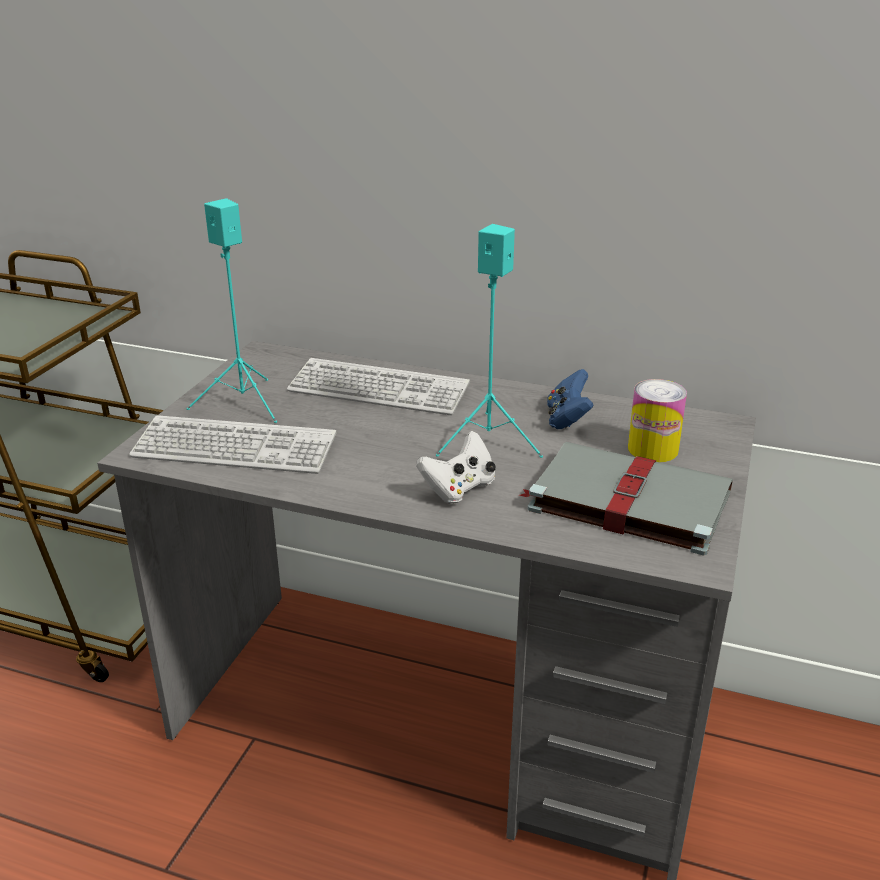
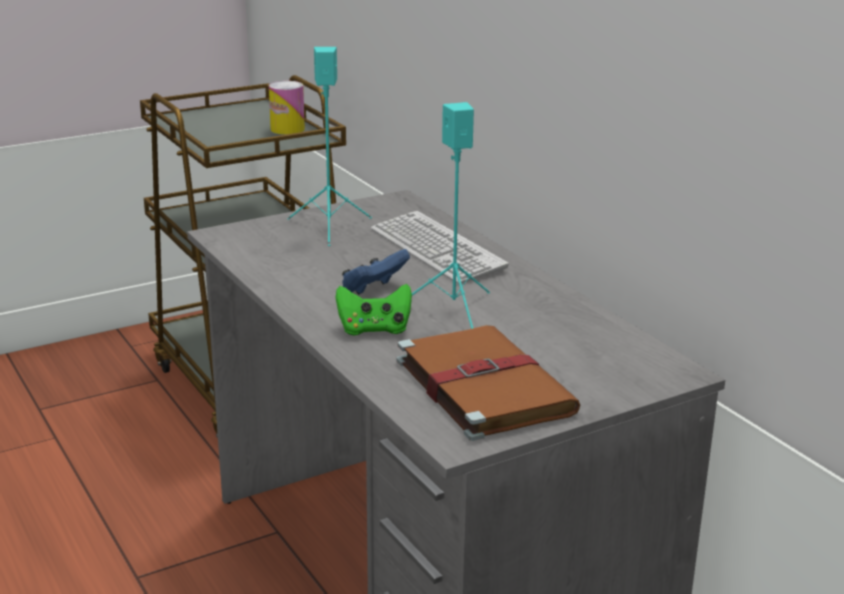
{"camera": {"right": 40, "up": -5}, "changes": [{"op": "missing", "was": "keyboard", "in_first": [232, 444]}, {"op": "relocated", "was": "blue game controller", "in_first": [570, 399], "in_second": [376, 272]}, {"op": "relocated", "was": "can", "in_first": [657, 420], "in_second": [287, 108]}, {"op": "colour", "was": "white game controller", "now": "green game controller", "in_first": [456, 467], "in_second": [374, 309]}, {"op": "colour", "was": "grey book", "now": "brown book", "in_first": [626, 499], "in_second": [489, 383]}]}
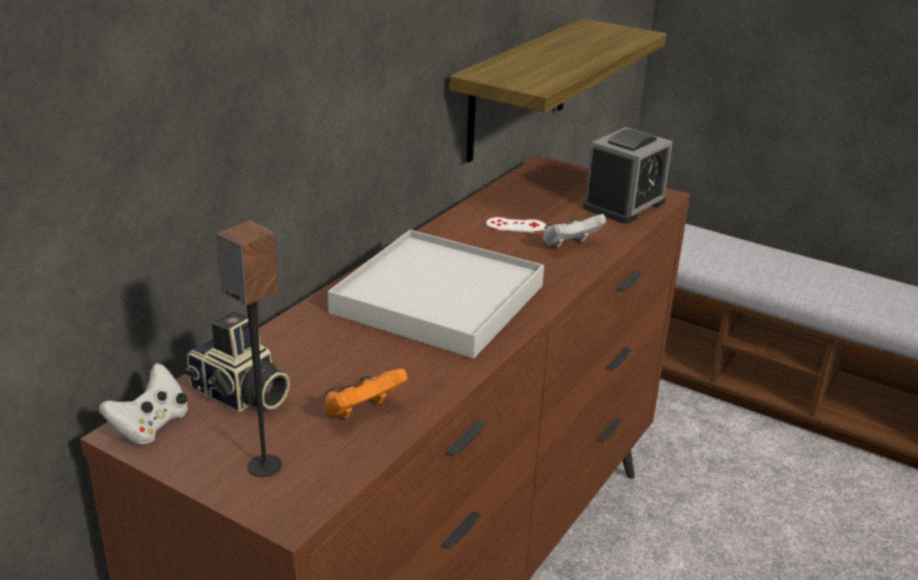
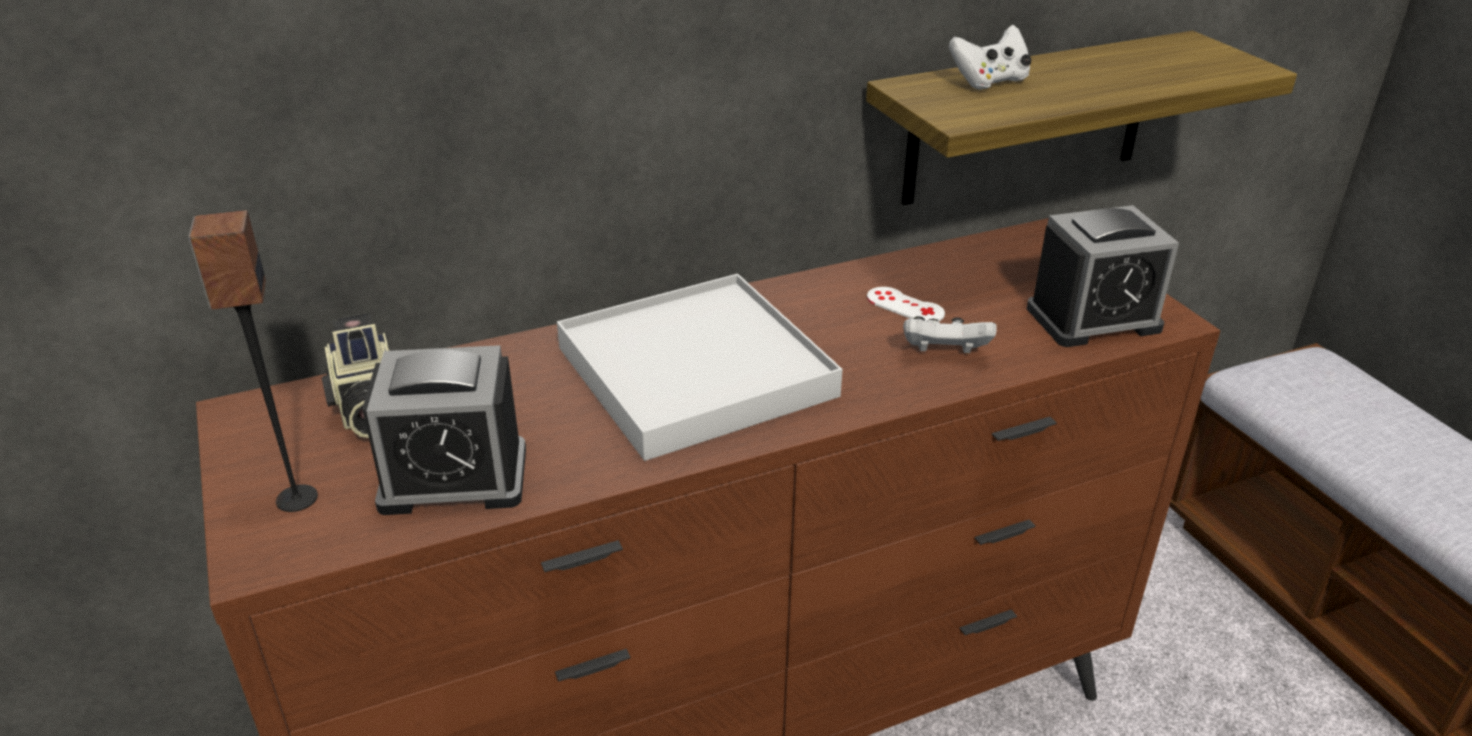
{"camera": {"right": 35, "up": 5}, "changes": [{"op": "relocated", "was": "white game controller", "in_first": [143, 404], "in_second": [989, 57]}, {"op": "exchanged", "was": "orange game controller", "now": "alarm clock", "in_first": [366, 393], "in_second": [444, 430]}]}
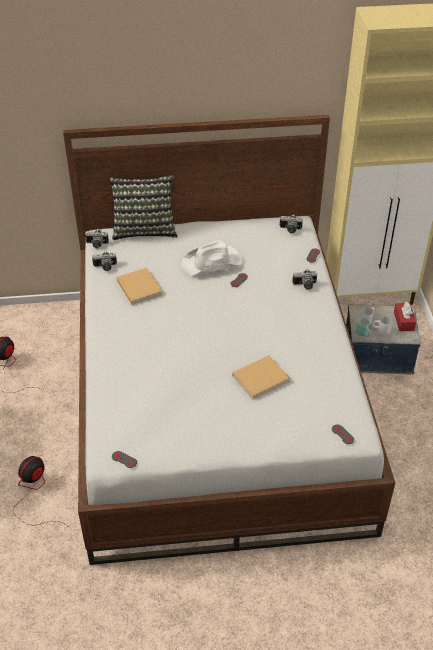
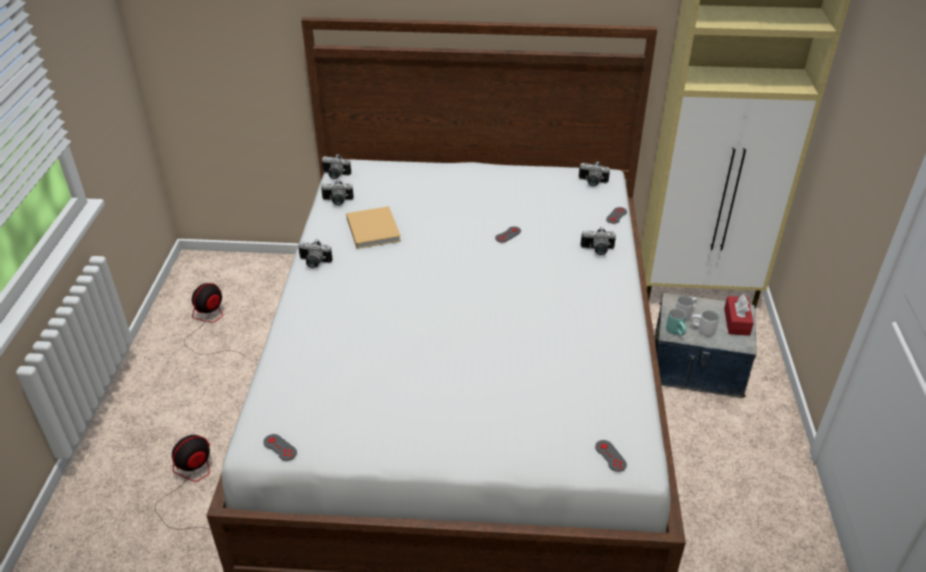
{"camera": {"right": 10, "up": -5}, "changes": [{"op": "missing", "was": "pillow", "in_first": [143, 207]}, {"op": "missing", "was": "white hat", "in_first": [211, 257]}, {"op": "missing", "was": "beige book", "in_first": [261, 377]}, {"op": "appeared", "now": "photo camera", "in_second": [315, 253]}]}
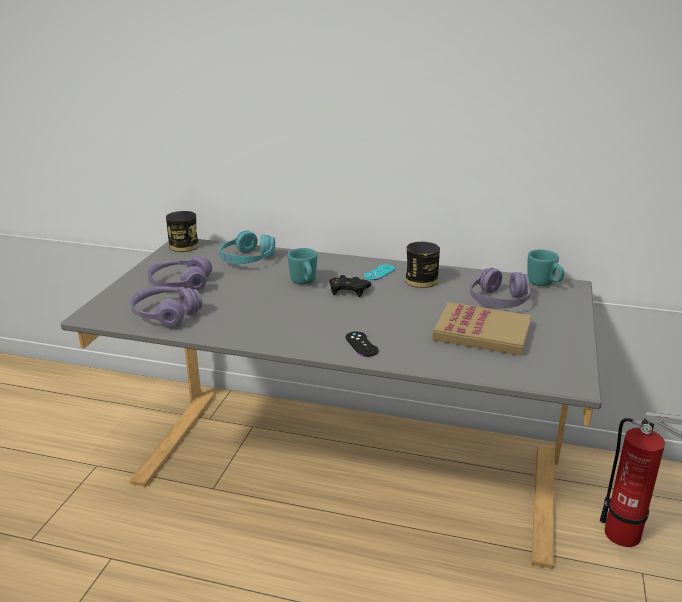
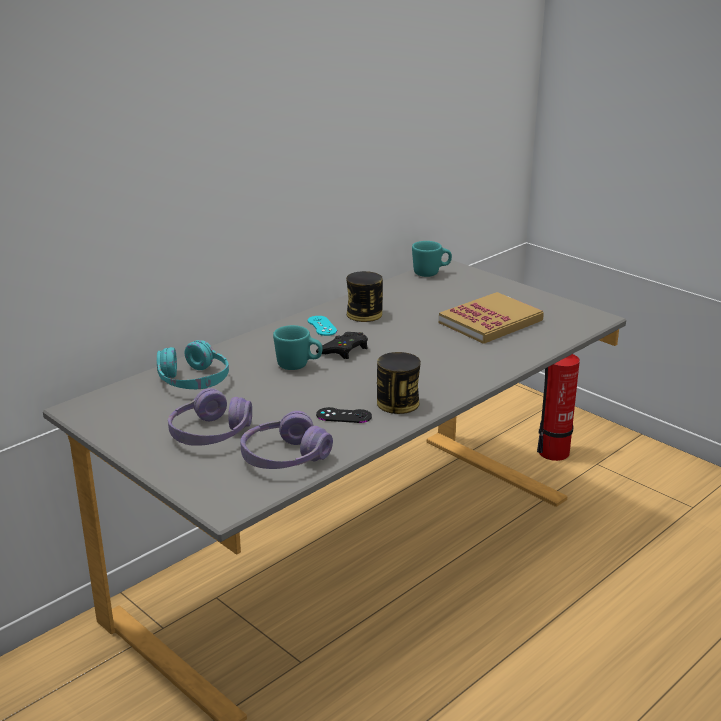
{"camera": {"right": -60, "up": 0}, "changes": [{"op": "missing", "was": "purple headphones", "in_first": [500, 288]}, {"op": "relocated", "was": "can", "in_first": [182, 231], "in_second": [399, 383]}, {"op": "relocated", "was": "black game controller", "in_first": [362, 344], "in_second": [344, 415]}]}
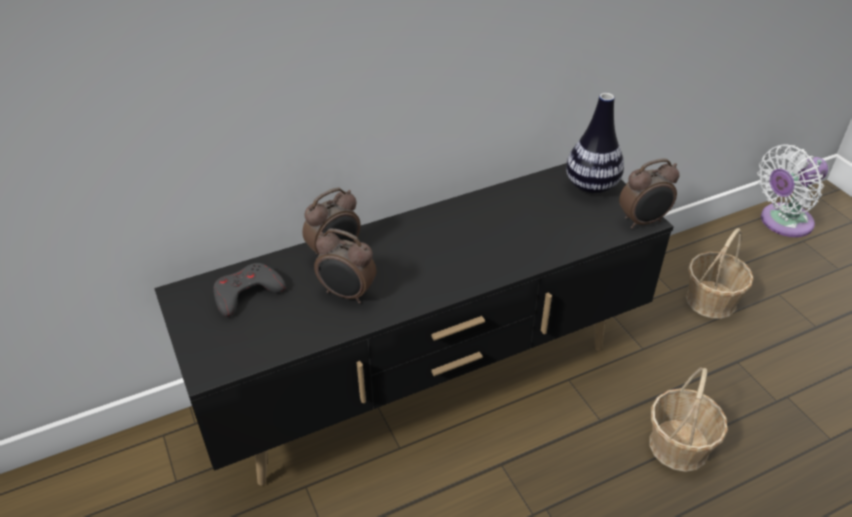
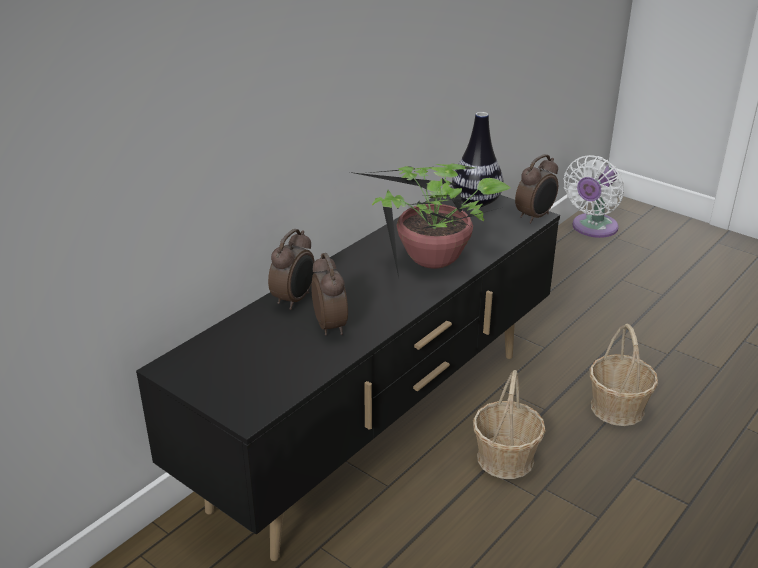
{"camera": {"right": -25, "up": -10}, "changes": [{"op": "missing", "was": "grey game controller", "in_first": [249, 290]}, {"op": "appeared", "now": "potted plant", "in_second": [430, 220]}, {"op": "relocated", "was": "basket", "in_first": [719, 273], "in_second": [509, 424]}, {"op": "spun", "was": "alarm clock", "in_first": [345, 266], "in_second": [329, 294], "clockwise": -105}]}
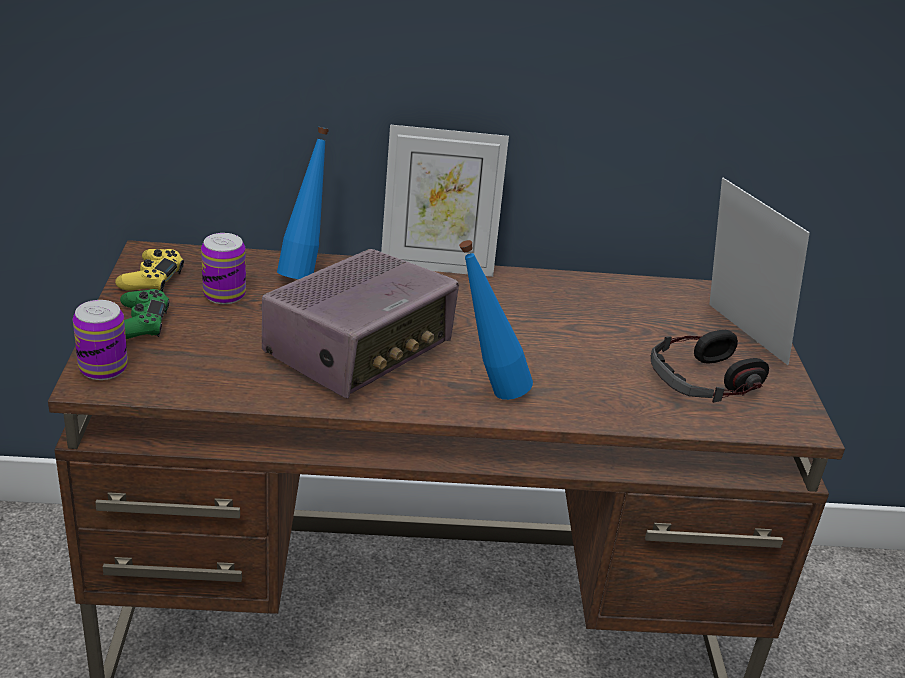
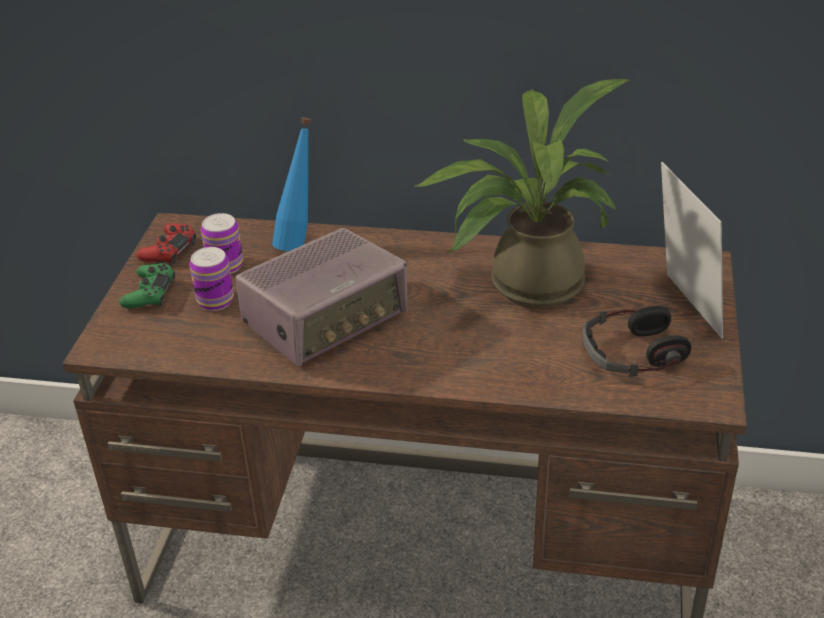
{"camera": {"right": 15, "up": 5}, "changes": [{"op": "missing", "was": "picture frame", "in_first": [445, 200]}, {"op": "missing", "was": "blue bottle", "in_first": [496, 320]}, {"op": "appeared", "now": "potted plant", "in_second": [522, 193]}, {"op": "relocated", "was": "can", "in_first": [100, 340], "in_second": [211, 279]}, {"op": "colour", "was": "yellow game controller", "now": "red game controller", "in_first": [149, 270], "in_second": [166, 243]}]}
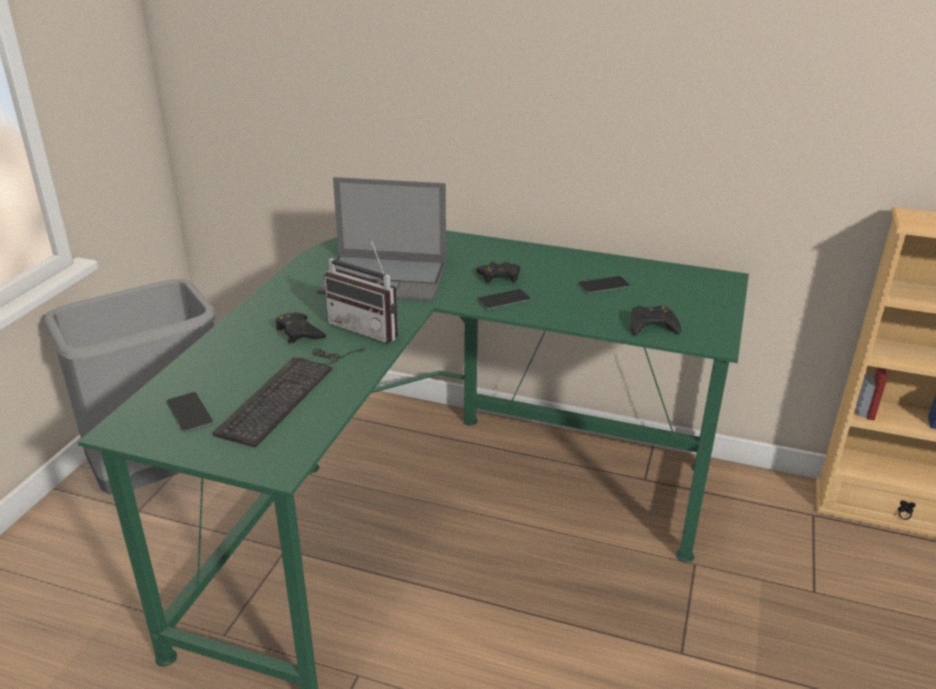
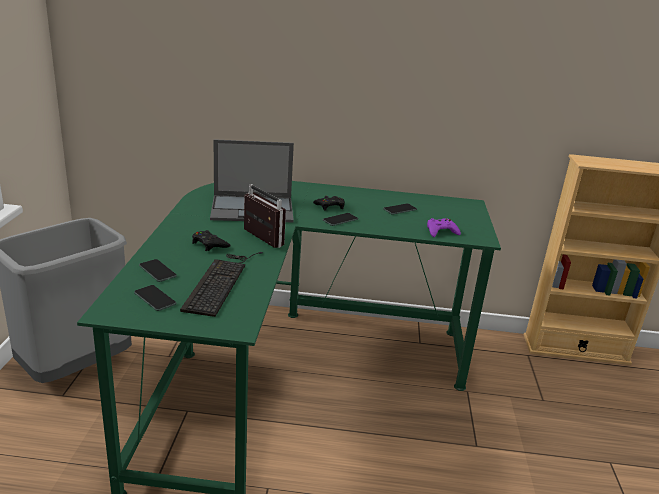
{"camera": {"right": -15, "up": -5}, "changes": [{"op": "appeared", "now": "phone", "in_second": [158, 270]}, {"op": "colour", "was": "black game controller", "now": "purple game controller", "in_first": [656, 320], "in_second": [444, 227]}, {"op": "spun", "was": "radio", "in_first": [361, 290], "in_second": [265, 216], "clockwise": -150}]}
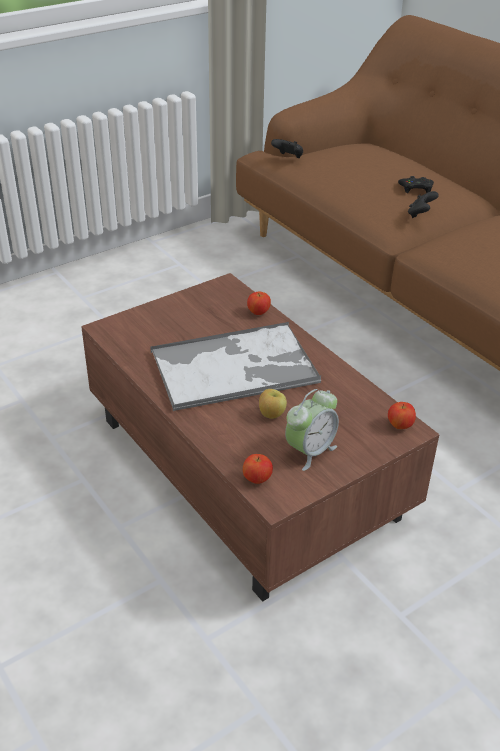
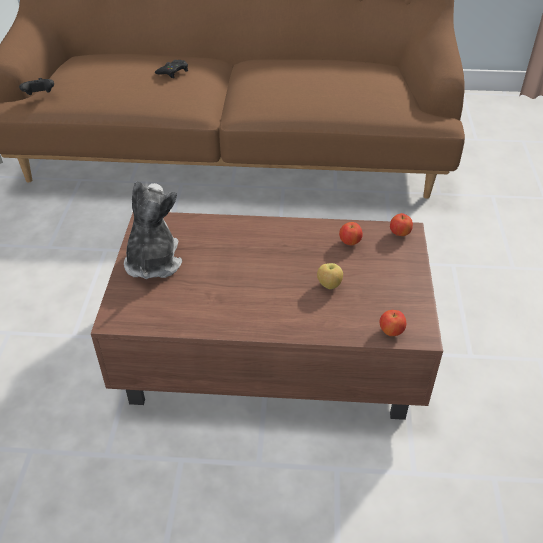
{"camera": {"right": -50, "up": 5}, "changes": [{"op": "missing", "was": "tray", "in_first": [236, 366]}, {"op": "missing", "was": "alarm clock", "in_first": [312, 430]}, {"op": "missing", "was": "black game controller", "in_first": [423, 204]}, {"op": "appeared", "now": "plush toy", "in_second": [153, 230]}, {"op": "relocated", "was": "apple", "in_first": [259, 303], "in_second": [351, 233]}]}
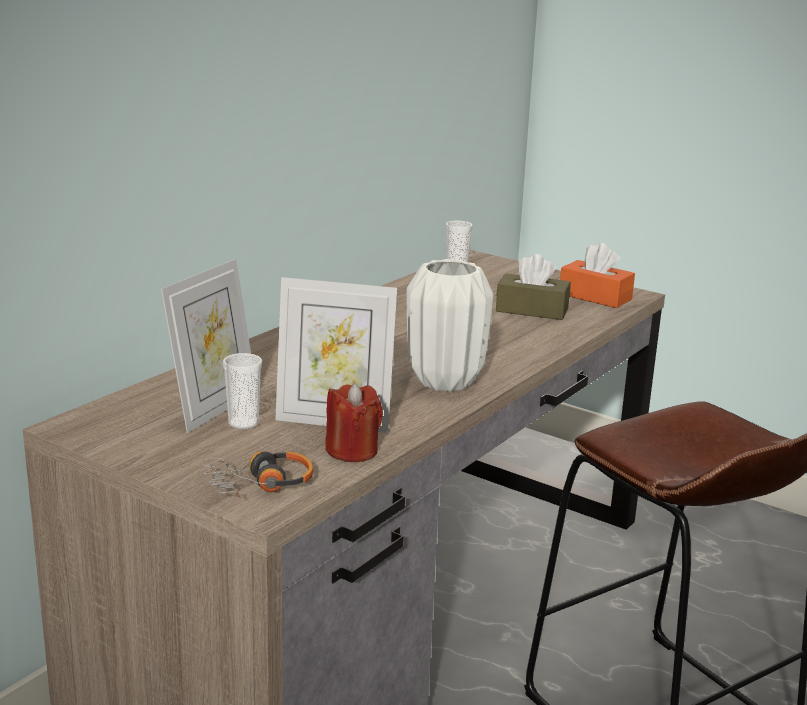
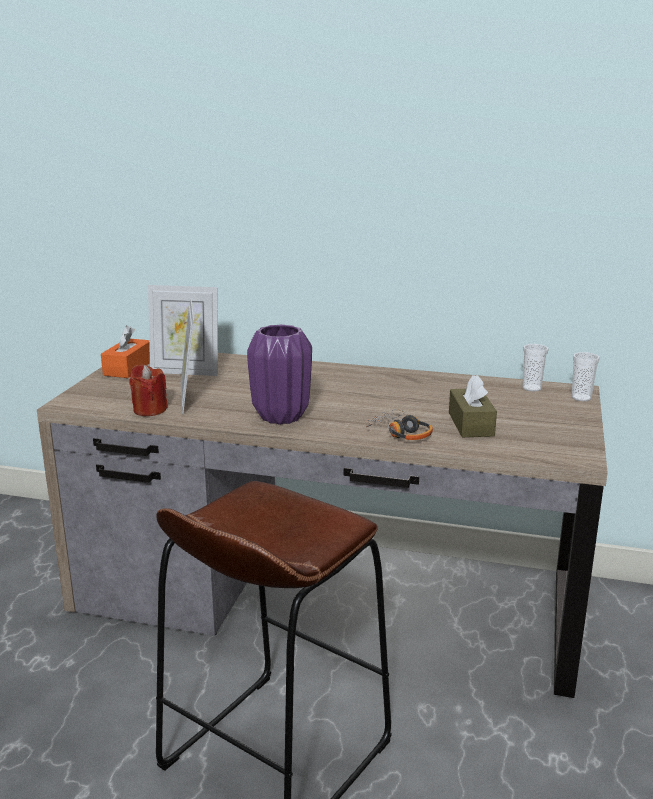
{"camera": {"right": 70, "up": 0}, "changes": [{"op": "relocated", "was": "headphones", "in_first": [257, 475], "in_second": [399, 424]}, {"op": "relocated", "was": "cup", "in_first": [242, 391], "in_second": [585, 376]}, {"op": "relocated", "was": "orange tissue box", "in_first": [597, 275], "in_second": [125, 352]}, {"op": "colour", "was": "white vase", "now": "purple vase", "in_first": [450, 325], "in_second": [279, 374]}]}
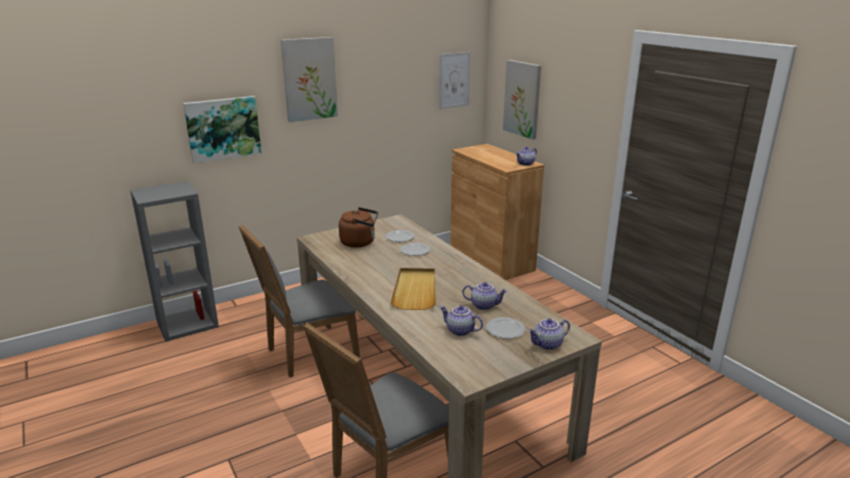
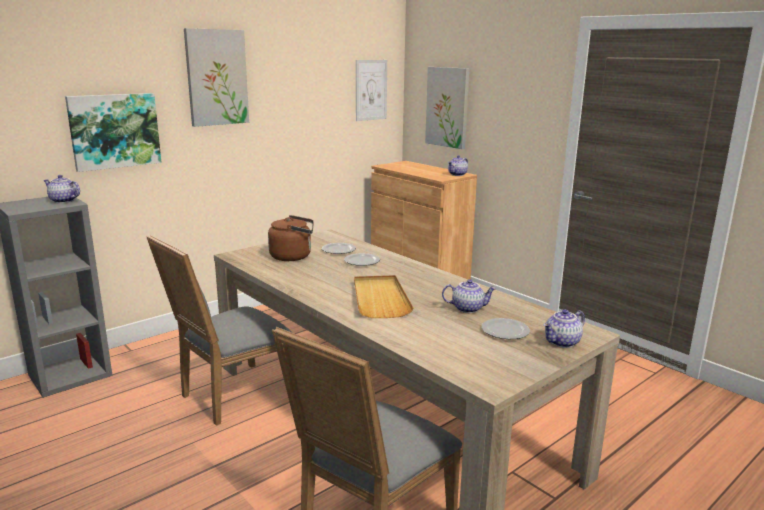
{"camera": {"right": -10, "up": -5}, "changes": [{"op": "relocated", "was": "teapot", "in_first": [461, 321], "in_second": [61, 189]}]}
